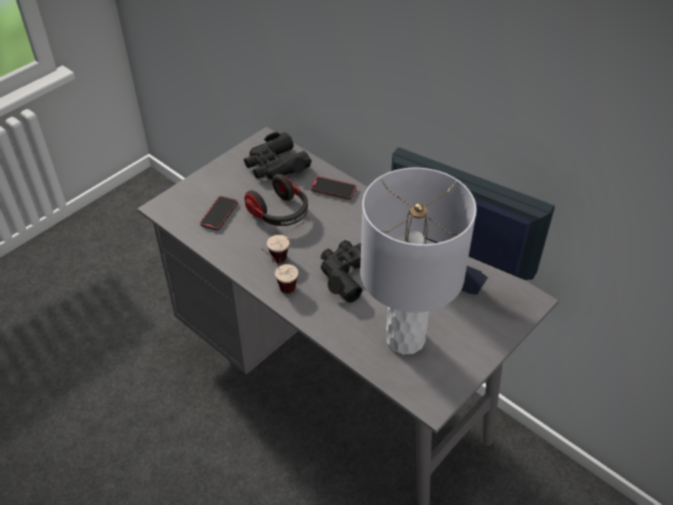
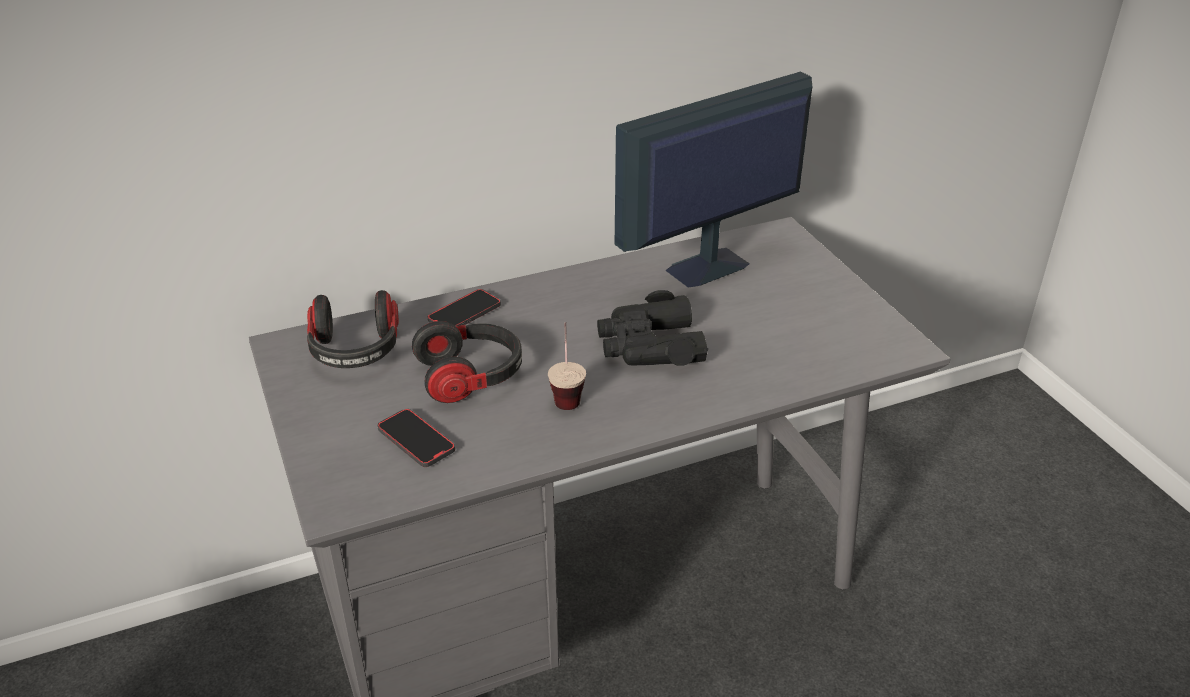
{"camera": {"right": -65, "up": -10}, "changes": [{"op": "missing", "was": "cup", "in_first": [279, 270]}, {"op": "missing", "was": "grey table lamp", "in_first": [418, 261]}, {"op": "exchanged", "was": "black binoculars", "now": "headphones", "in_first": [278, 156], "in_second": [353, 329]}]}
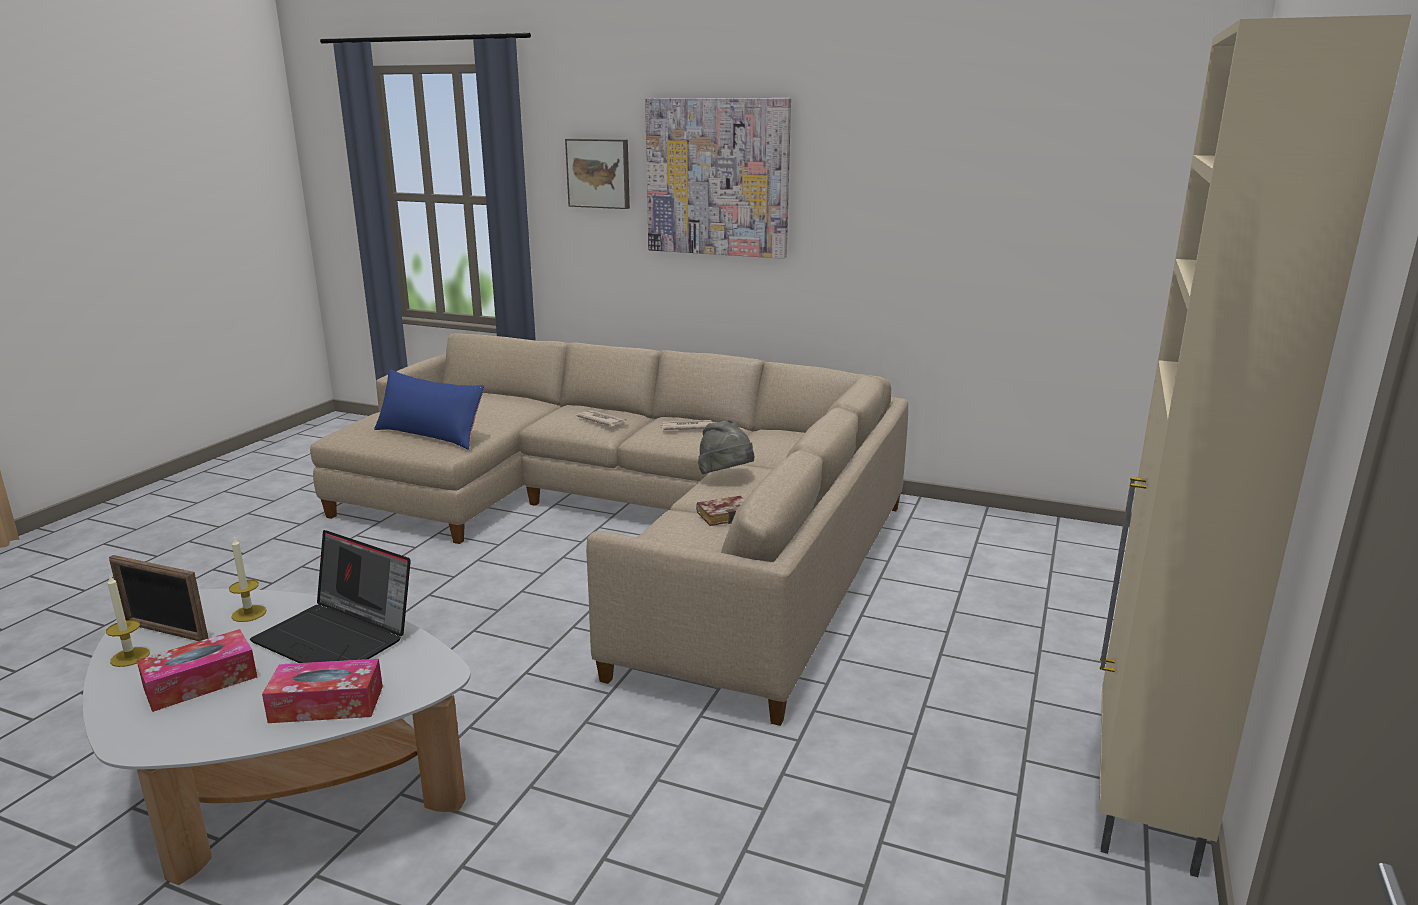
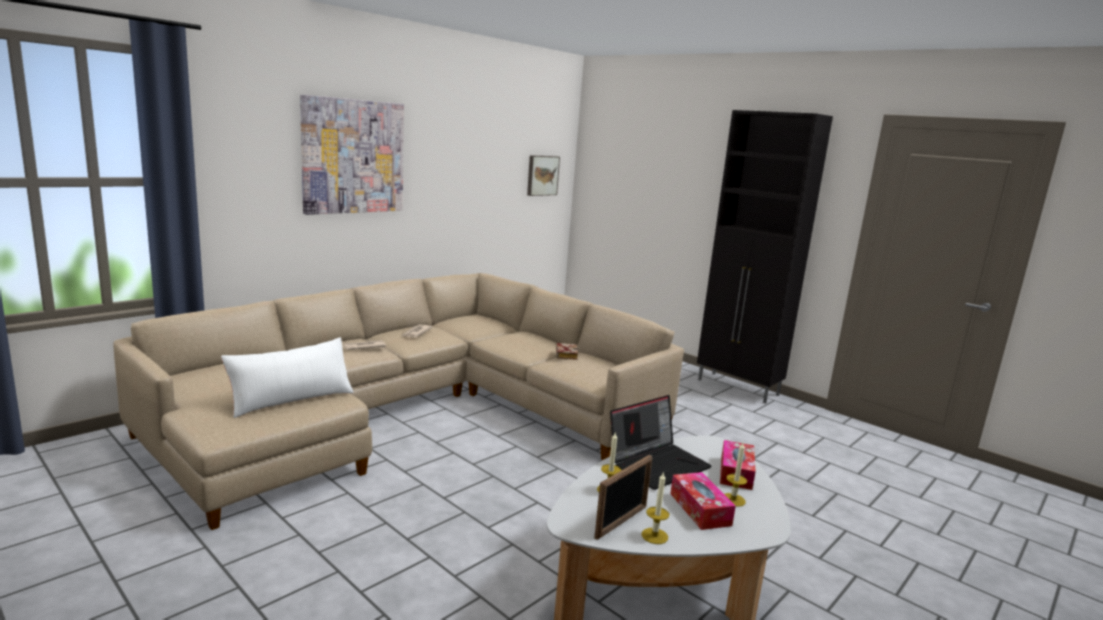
{"camera": {"right": -70, "up": -5}, "changes": [{"op": "missing", "was": "grey hat", "in_first": [726, 447]}, {"op": "appeared", "now": "candle", "in_second": [735, 474]}, {"op": "relocated", "was": "picture", "in_first": [597, 174], "in_second": [543, 175]}, {"op": "colour", "was": "blue pillow", "now": "white pillow", "in_first": [429, 409], "in_second": [287, 377]}, {"op": "colour", "was": "beige cabinet", "now": "black cabinet", "in_first": [1255, 445], "in_second": [765, 256]}]}
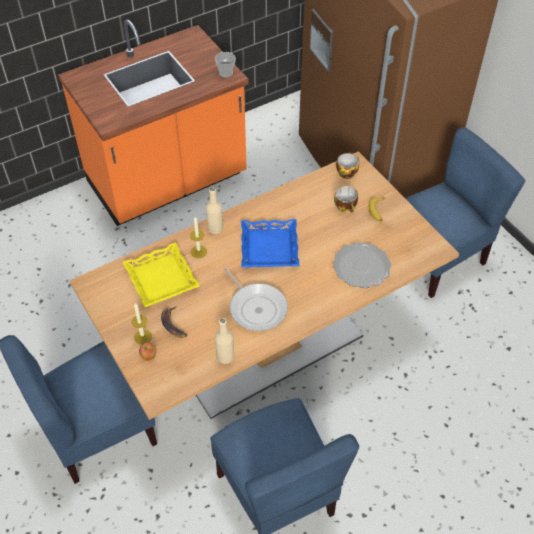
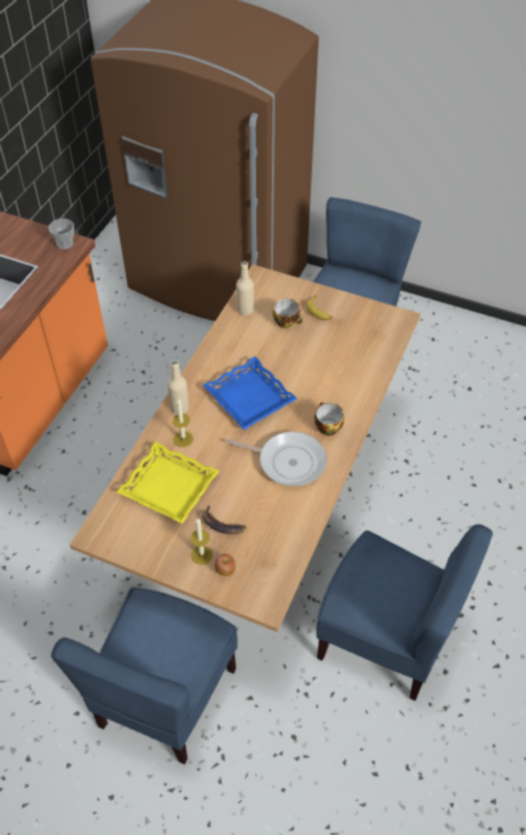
{"camera": {"right": -35, "up": 0}, "changes": [{"op": "missing", "was": "plate", "in_first": [362, 265]}, {"op": "relocated", "was": "beige bottle", "in_first": [224, 341], "in_second": [245, 288]}, {"op": "relocated", "was": "cup", "in_first": [347, 166], "in_second": [329, 419]}]}
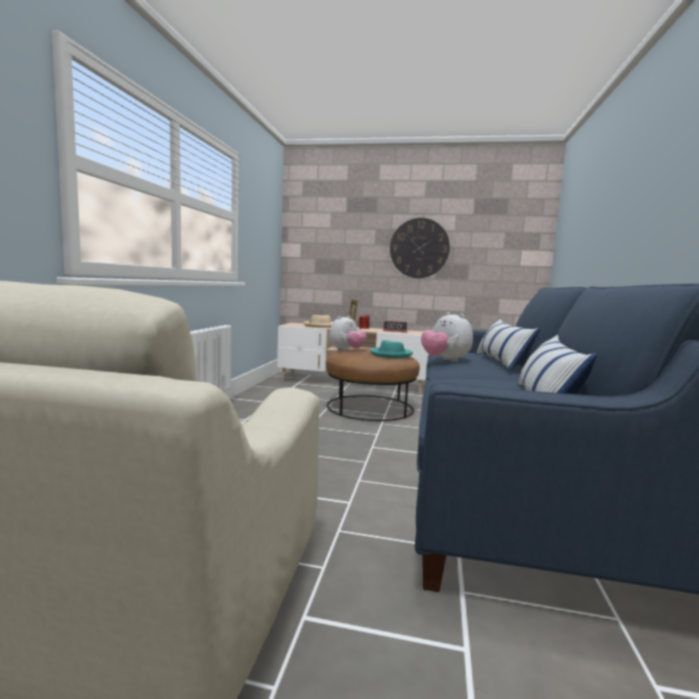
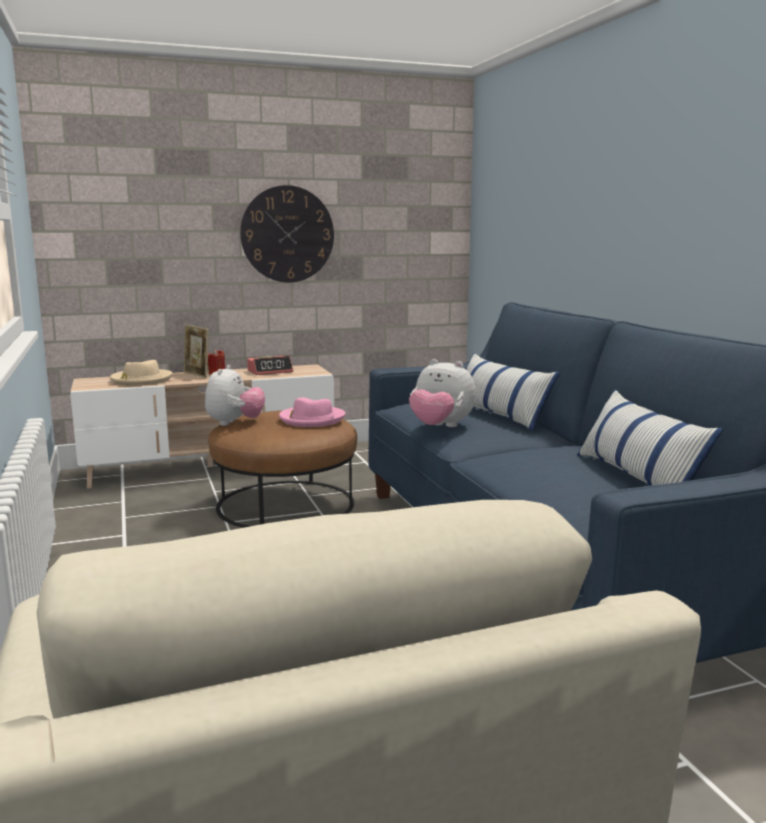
{"camera": {"right": -30, "up": 5}, "changes": [{"op": "colour", "was": "turquoise hat", "now": "pink hat", "in_first": [391, 349], "in_second": [312, 412]}]}
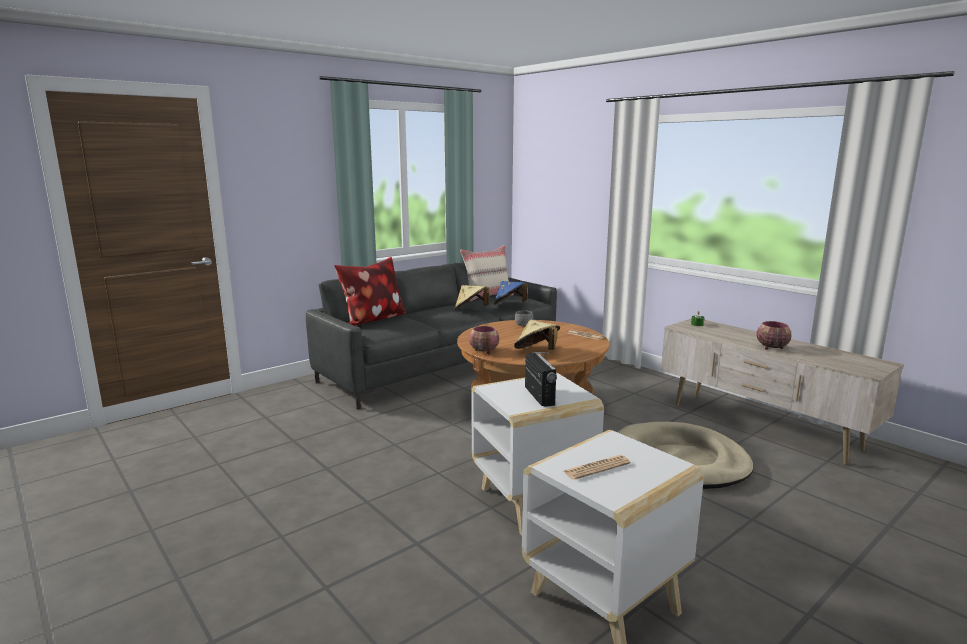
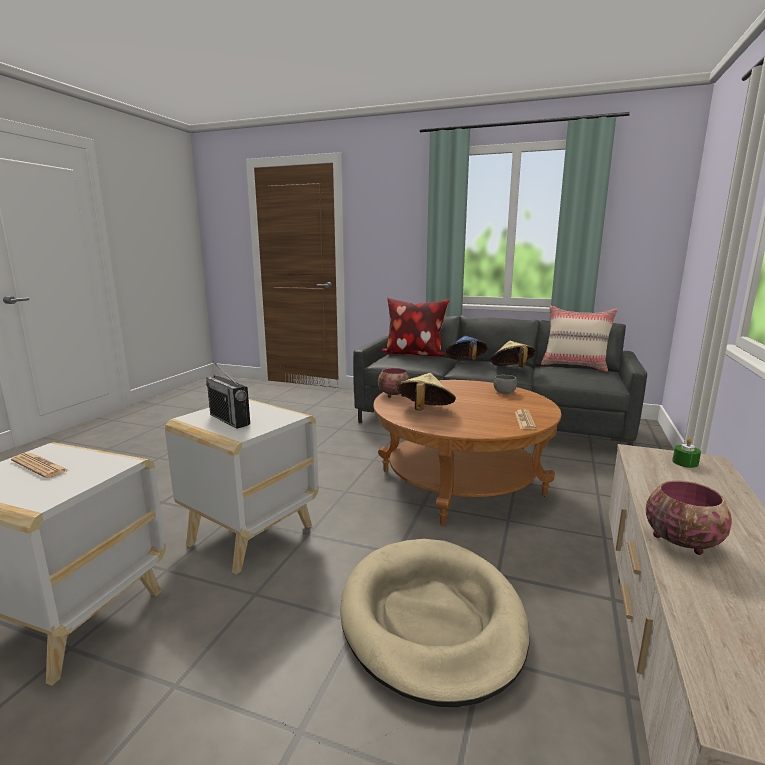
{"camera": {"right": 60, "up": 0}, "changes": [{"op": "relocated", "was": "blue hat", "in_first": [511, 293], "in_second": [467, 347]}, {"op": "spun", "was": "radio", "in_first": [541, 379], "in_second": [228, 395], "clockwise": 90}]}
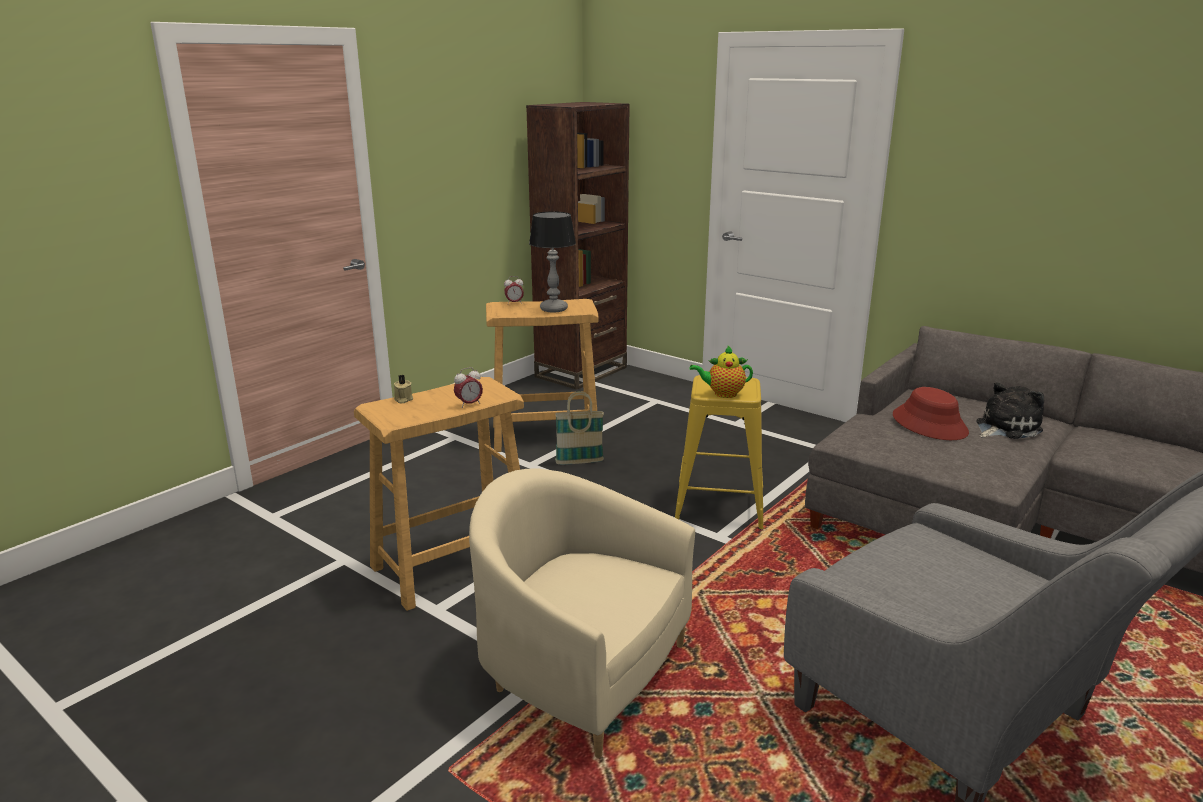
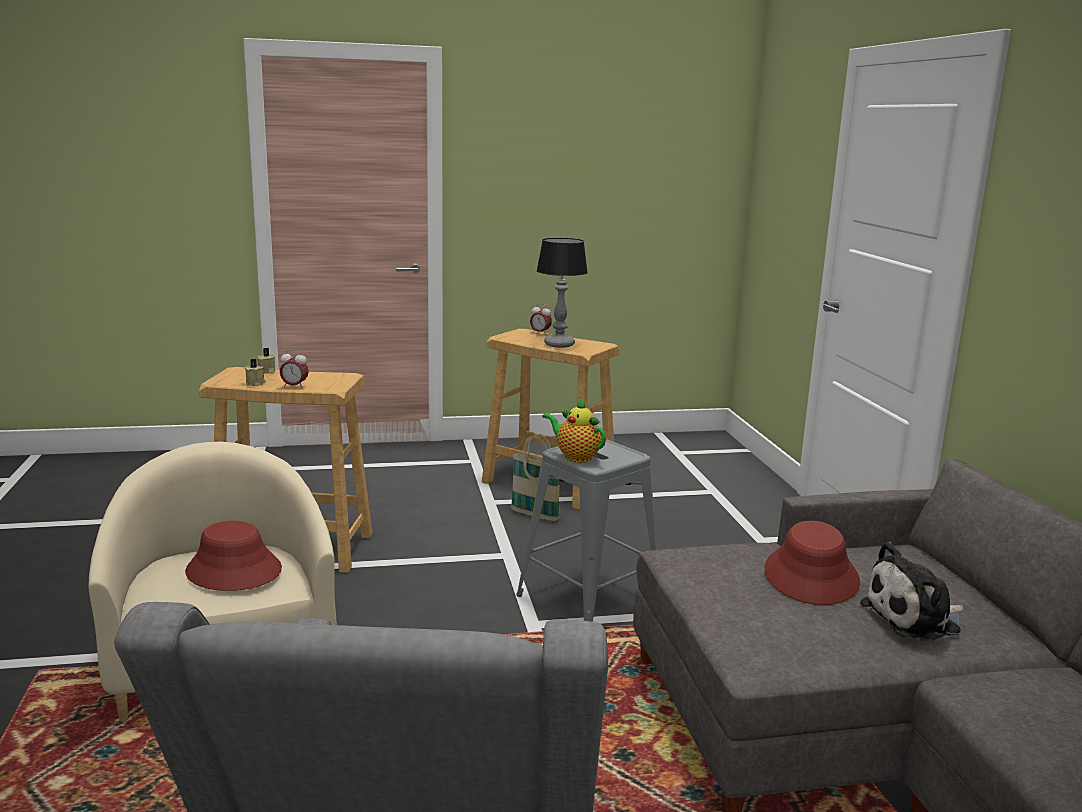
{"camera": {"right": 40, "up": -5}, "changes": [{"op": "missing", "was": "brown bookcase", "in_first": [578, 246]}, {"op": "appeared", "now": "red hat", "in_second": [233, 556]}, {"op": "appeared", "now": "beige candle", "in_second": [255, 372]}, {"op": "colour", "was": "yellow stool", "now": "grey stool", "in_first": [719, 452], "in_second": [586, 530]}, {"op": "spun", "was": "plush toy", "in_first": [1010, 411], "in_second": [912, 591], "clockwise": 150}]}
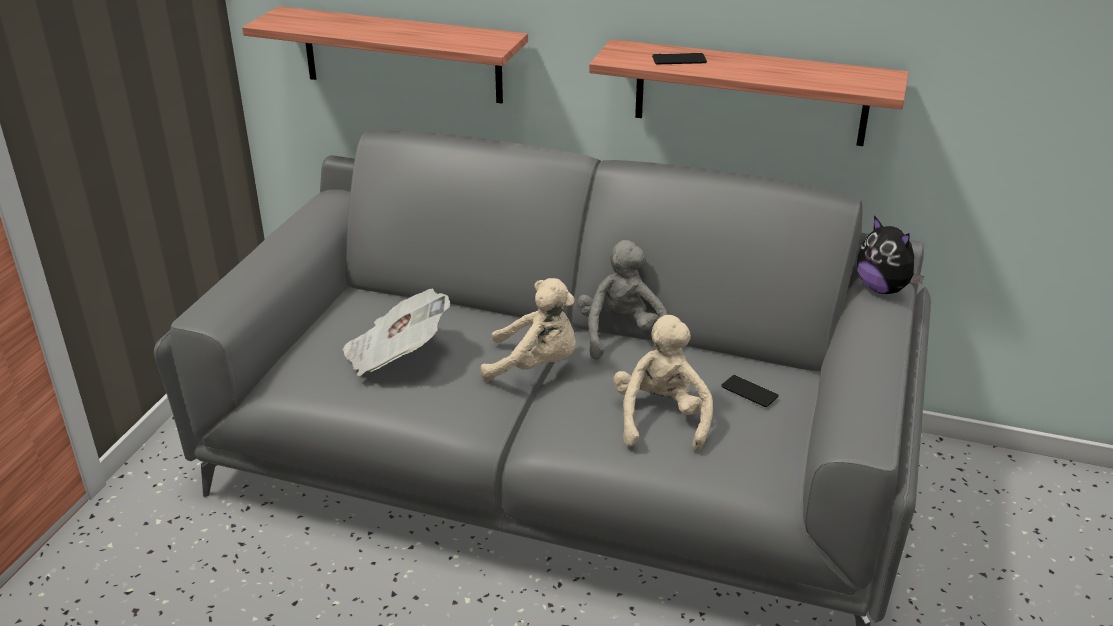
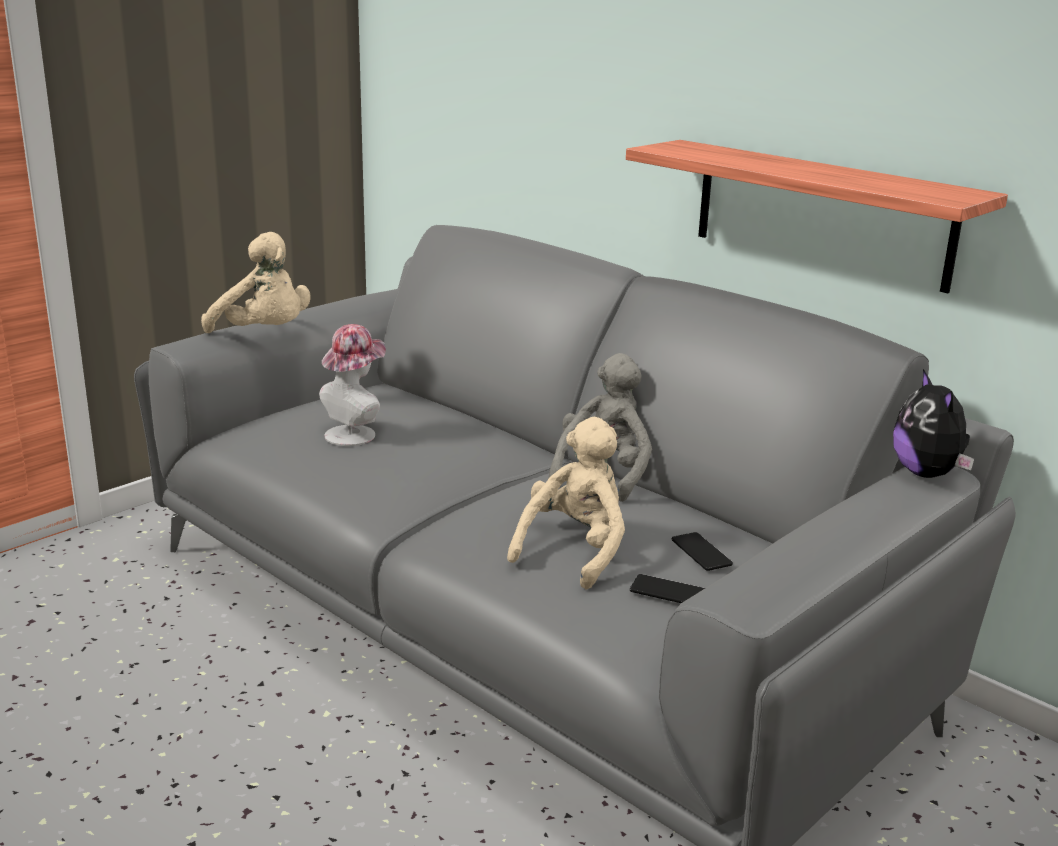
{"camera": {"right": 25, "up": -10}, "changes": [{"op": "missing", "was": "shelf", "in_first": [385, 55]}, {"op": "relocated", "was": "beige plush toy", "in_first": [528, 330], "in_second": [255, 282]}, {"op": "relocated", "was": "phone", "in_first": [679, 58], "in_second": [667, 588]}, {"op": "exchanged", "was": "newspaper", "now": "hat", "in_first": [396, 332], "in_second": [352, 385]}]}
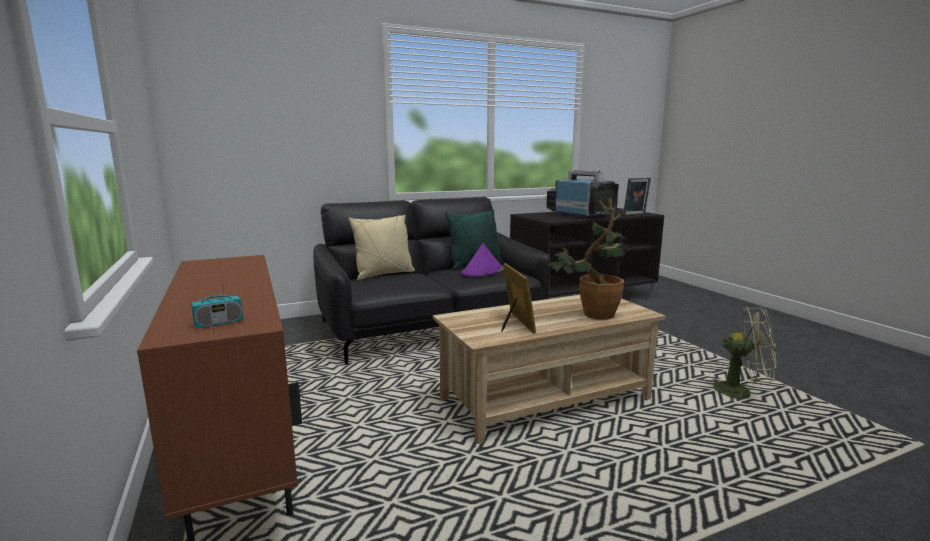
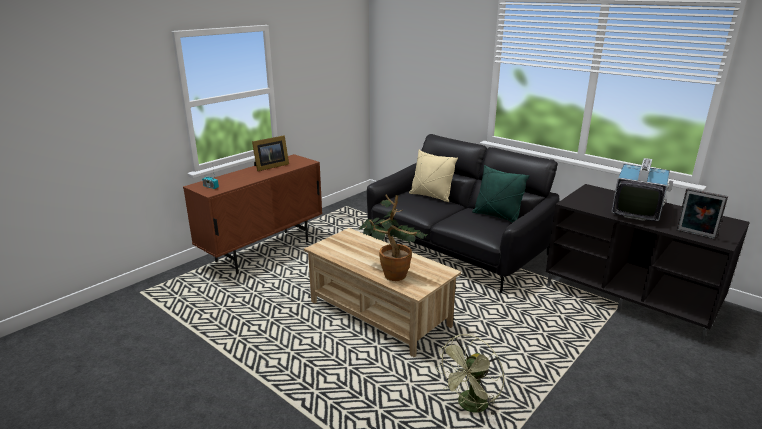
{"camera": {"right": 65, "up": 10}, "changes": [{"op": "missing", "was": "purple hat", "in_first": [482, 260]}, {"op": "relocated", "was": "picture frame", "in_first": [518, 298], "in_second": [270, 153]}, {"op": "spun", "was": "green fan", "in_first": [741, 352], "in_second": [470, 375], "clockwise": 45}]}
